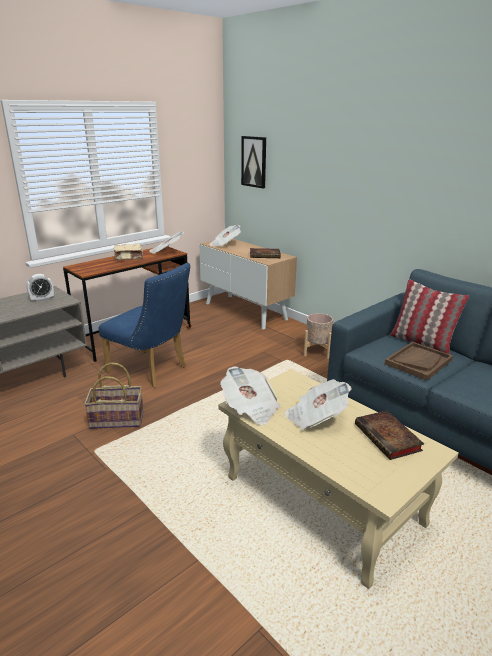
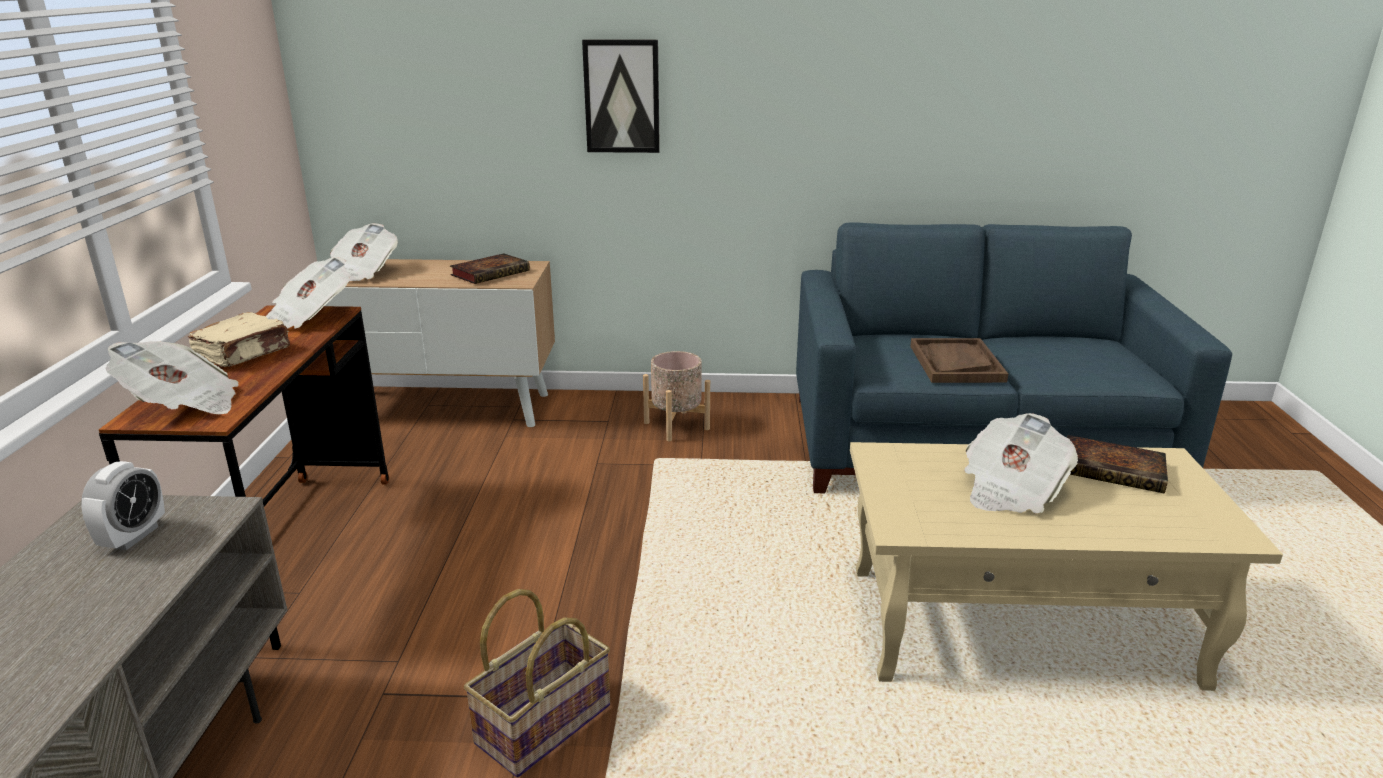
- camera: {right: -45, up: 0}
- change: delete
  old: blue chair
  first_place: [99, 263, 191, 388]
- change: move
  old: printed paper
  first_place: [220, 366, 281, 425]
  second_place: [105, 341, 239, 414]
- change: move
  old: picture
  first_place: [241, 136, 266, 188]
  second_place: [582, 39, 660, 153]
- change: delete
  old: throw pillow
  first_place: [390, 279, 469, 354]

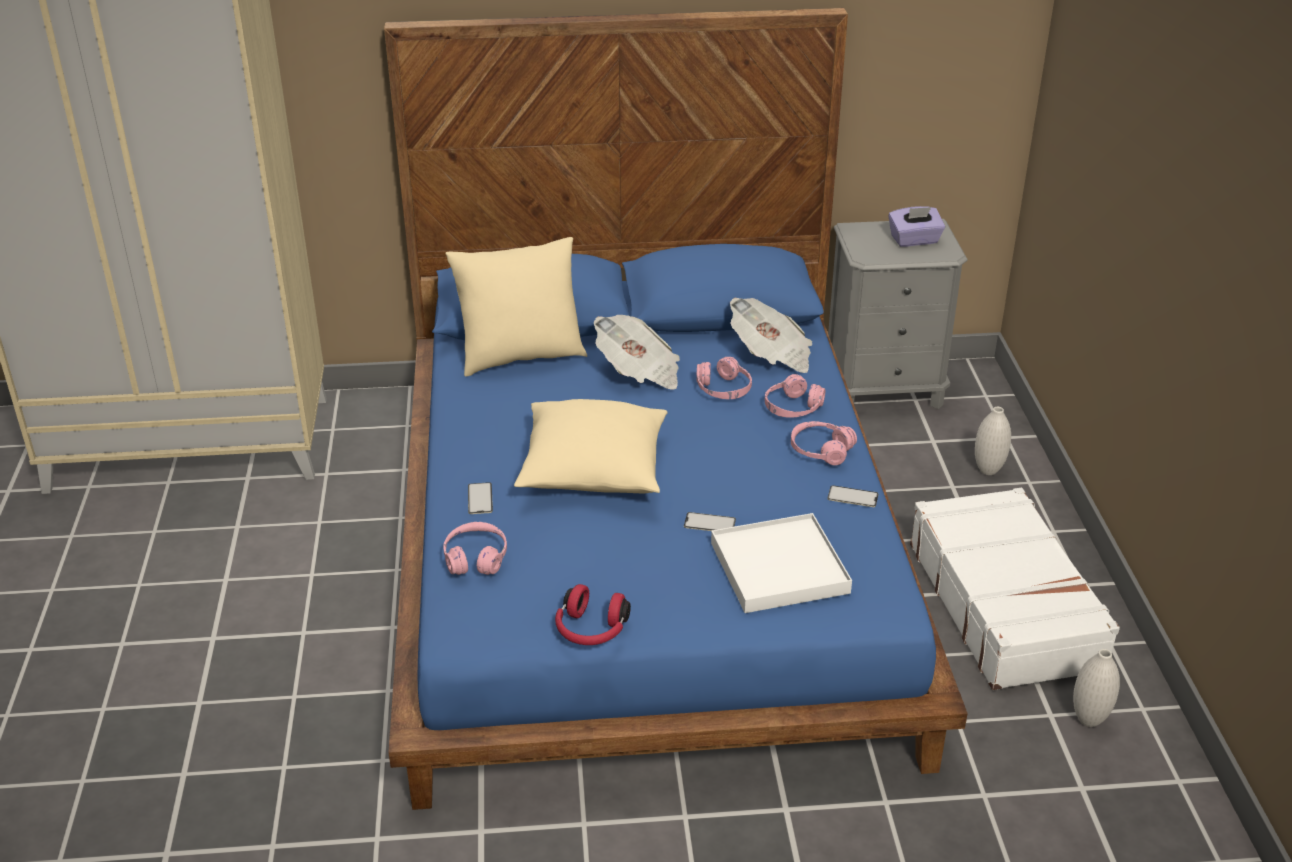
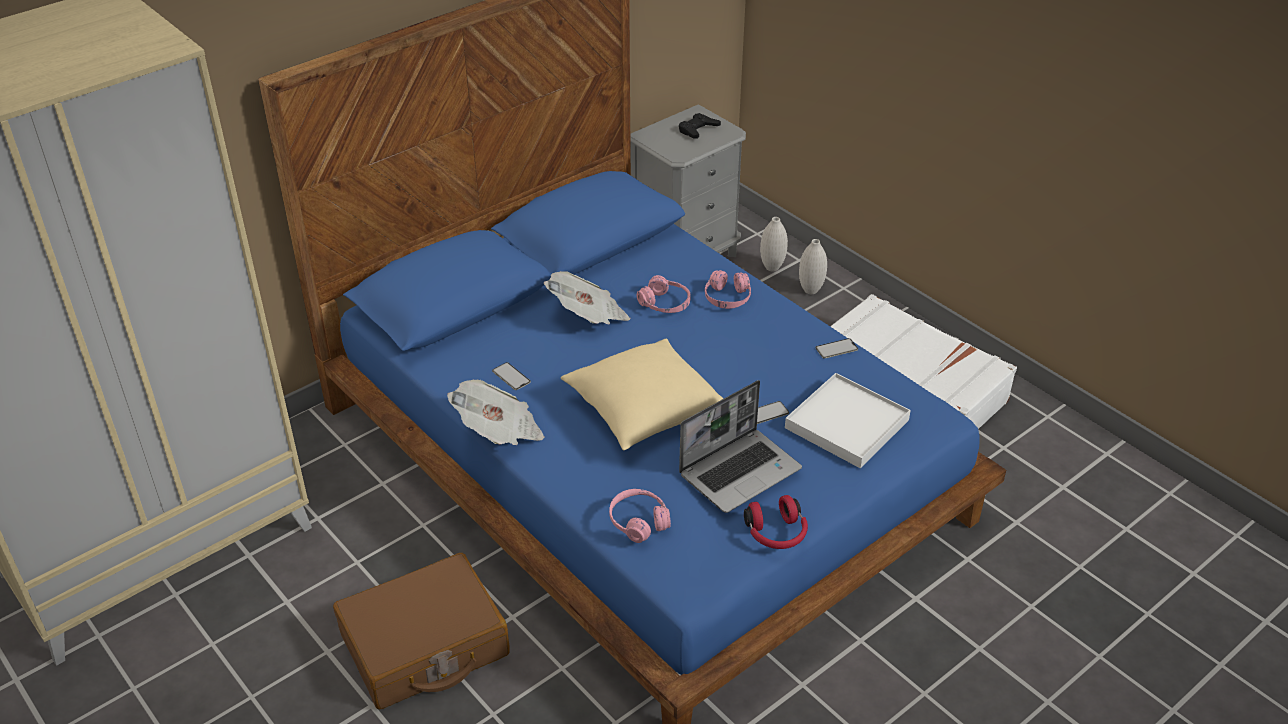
- camera: {right: -35, up: 5}
- change: delete
  old: beige-coloured throw pillow
  first_place: [445, 237, 587, 377]
- change: move
  old: phone
  first_place: [468, 482, 493, 514]
  second_place: [492, 362, 531, 390]
- change: move
  old: printed paper
  first_place: [730, 298, 812, 373]
  second_place: [447, 380, 545, 445]
- change: delete
  old: pinkish headset
  first_place: [791, 421, 857, 465]
- change: replace
  old: purple tissue holder
  new: black gamepad
  first_place: [889, 206, 945, 247]
  second_place: [679, 113, 721, 139]
- change: move
  old: white-coloured flower vase
  first_place: [1073, 649, 1120, 727]
  second_place: [760, 217, 788, 271]
- change: insert
  new: brownish piece of luggage
  second_place: [333, 553, 510, 709]
- change: insert
  new: portable computer
  second_place: [679, 380, 802, 513]

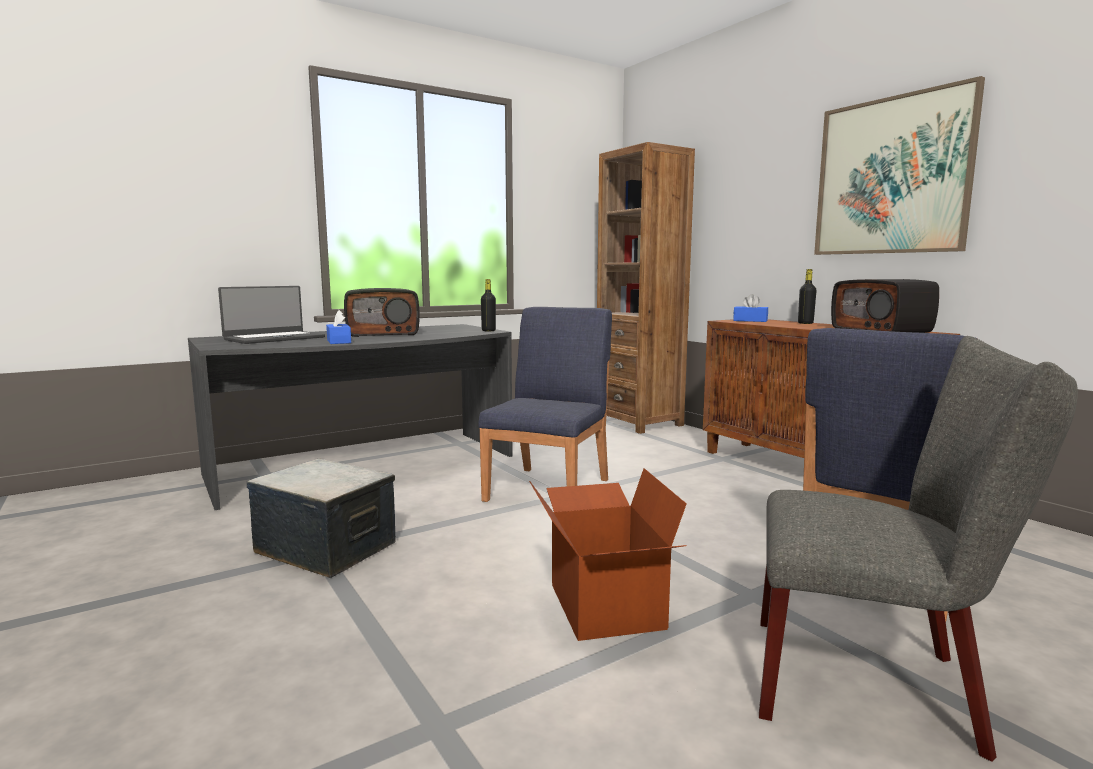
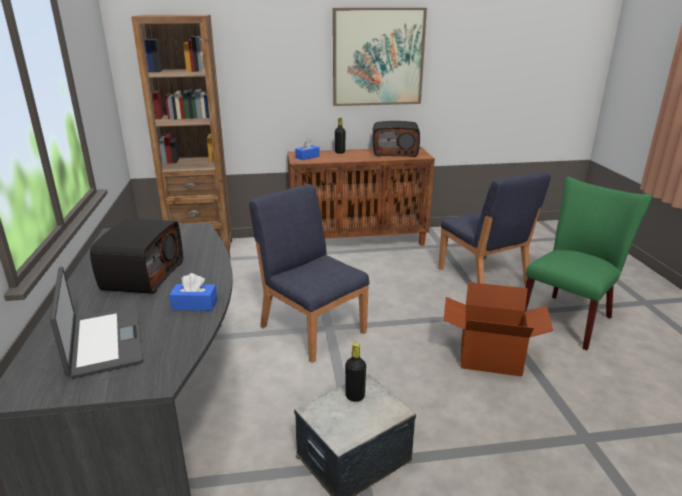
- camera: {right: -65, up: 15}
- change: move
  old: black drink bottle
  first_place: [481, 279, 496, 331]
  second_place: [345, 343, 366, 402]
- change: recolor
  old: greyish chair
  new: green chair
  first_place: [759, 336, 1078, 762]
  second_place: [525, 177, 652, 351]

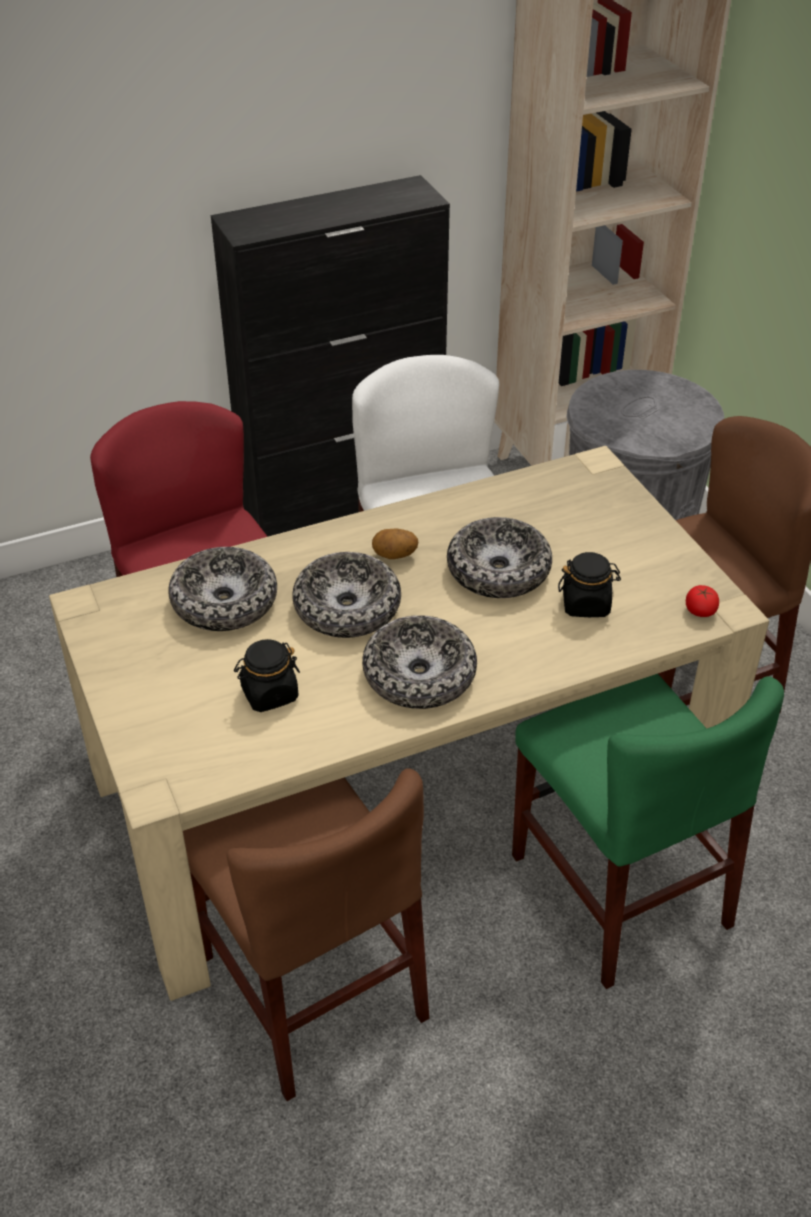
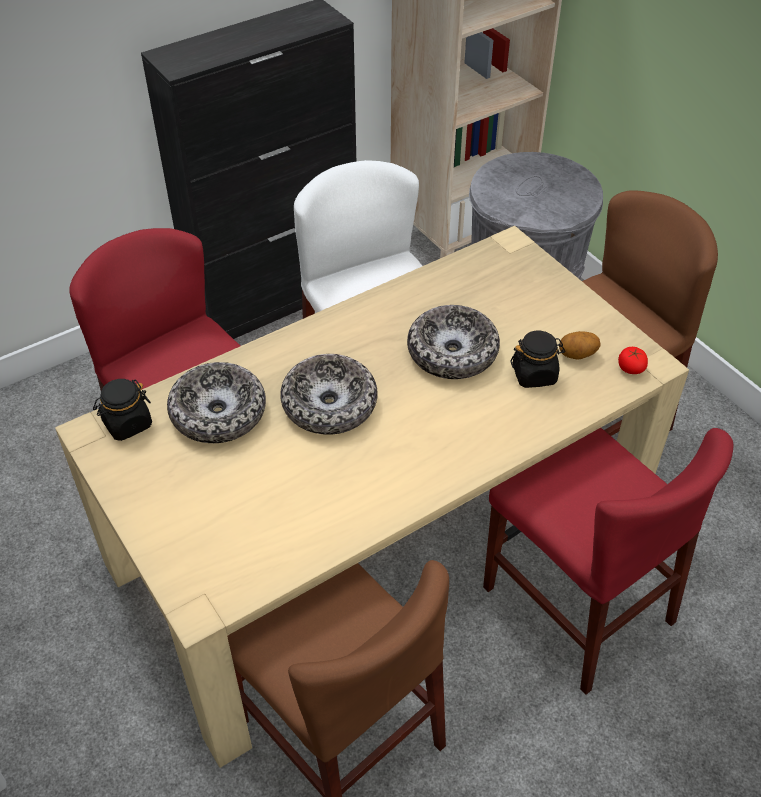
- camera: {right: -10, up: 5}
- change: move
  old: black storage jar
  first_place: [234, 639, 300, 712]
  second_place: [93, 379, 152, 441]
- change: delete
  old: serving bowl
  first_place: [362, 615, 477, 709]
- change: move
  old: spud
  first_place: [372, 529, 418, 559]
  second_place: [559, 331, 601, 360]
- change: recolor
  old: green chair
  new: red chair
  first_place: [512, 674, 784, 989]
  second_place: [483, 428, 734, 695]

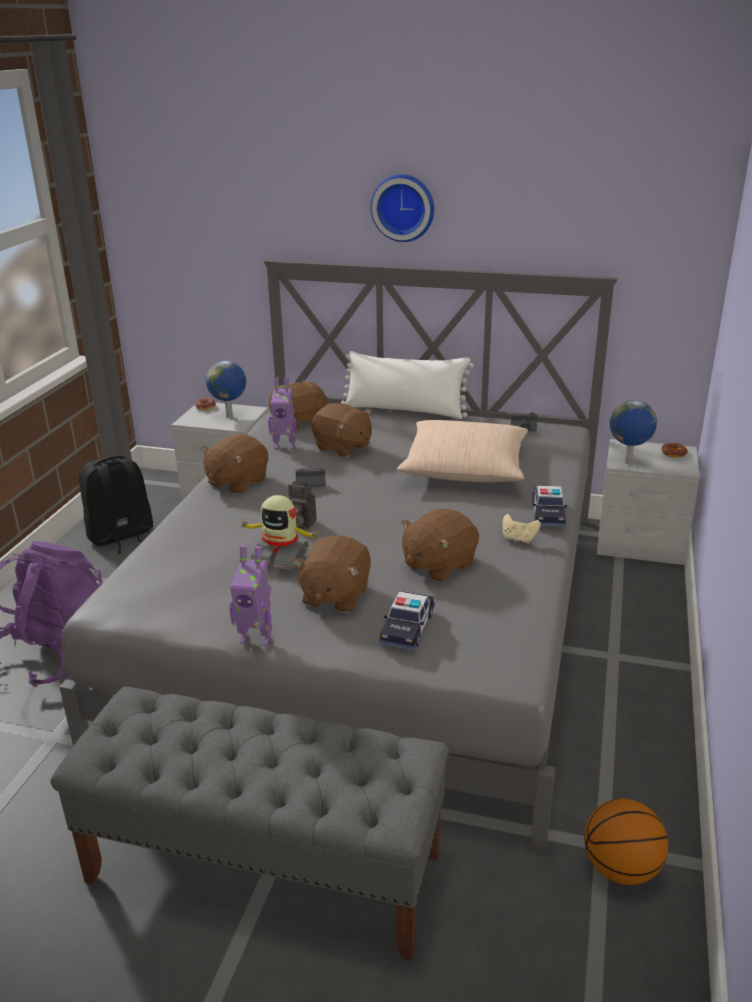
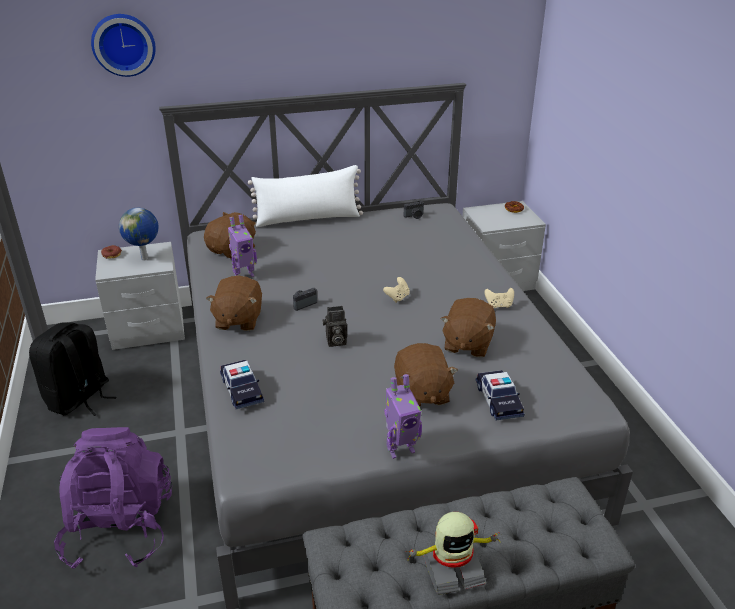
- camera: {right: -30, up: 5}
- change: move
  old: toy robot
  first_place: [238, 495, 322, 570]
  second_place: [405, 512, 500, 595]
- change: delete
  old: brownish plush toy
  first_place: [311, 403, 372, 457]
- change: move
  old: clock on the wall
  first_place: [371, 174, 434, 242]
  second_place: [91, 14, 156, 77]
- change: delete
  old: beige-coloured throw pillow
  first_place: [397, 420, 528, 482]
- change: move
  old: model car
  first_place: [532, 486, 567, 527]
  second_place: [220, 360, 264, 409]
- change: delete
  old: ball for basketball
  first_place: [584, 798, 668, 885]
- change: delete
  old: world globe
  first_place: [610, 400, 657, 464]
- change: insert
  new: beige-coloured gamepad
  second_place: [383, 277, 410, 303]

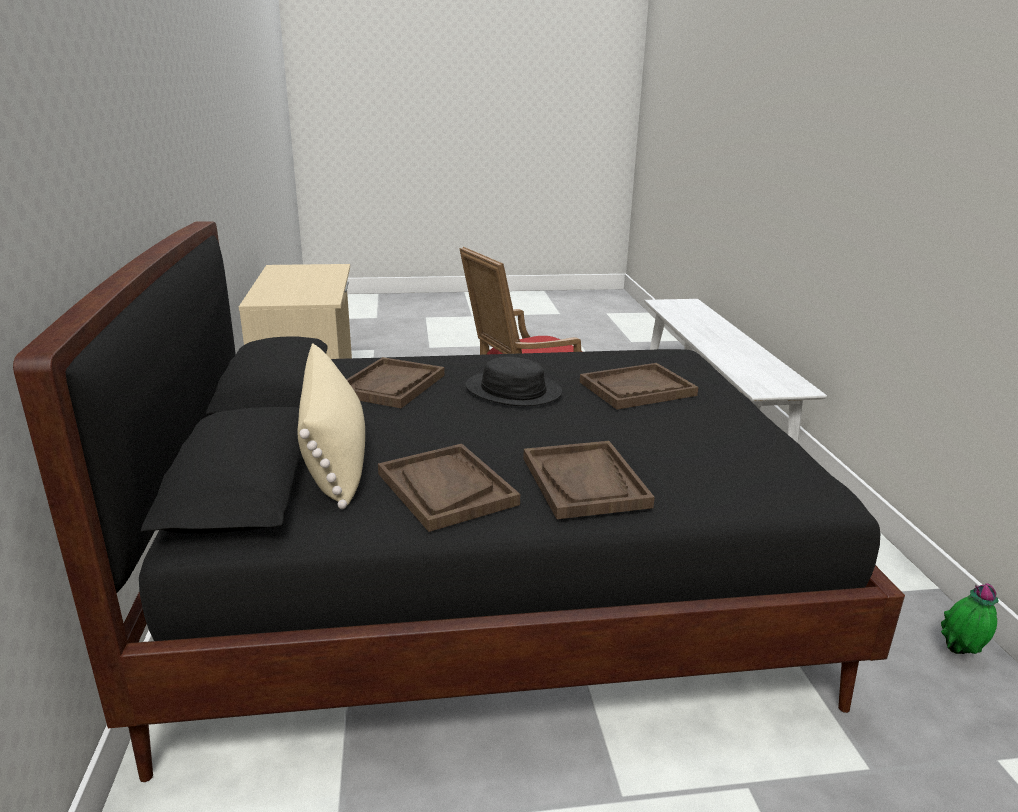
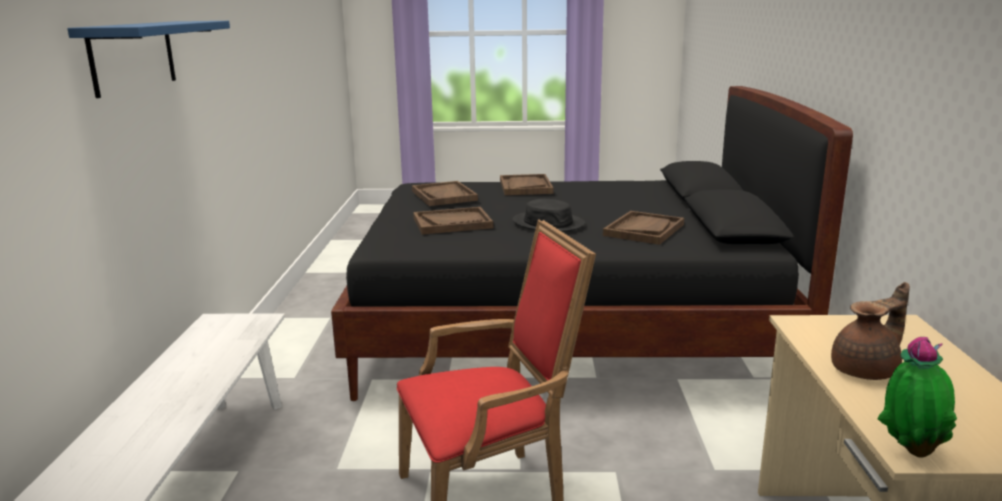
- camera: {right: -170, up: -5}
- change: delete
  old: beige-coloured throw pillow
  first_place: [297, 343, 365, 509]
- change: move
  old: brownish carrying tray
  first_place: [378, 444, 520, 532]
  second_place: [412, 181, 478, 206]
- change: move
  old: plant in a pot
  first_place: [941, 583, 999, 654]
  second_place: [877, 337, 957, 457]
- change: insert
  new: blue shelf
  second_place: [67, 21, 230, 98]
- change: insert
  new: brownish pot for tea
  second_place: [831, 282, 910, 380]

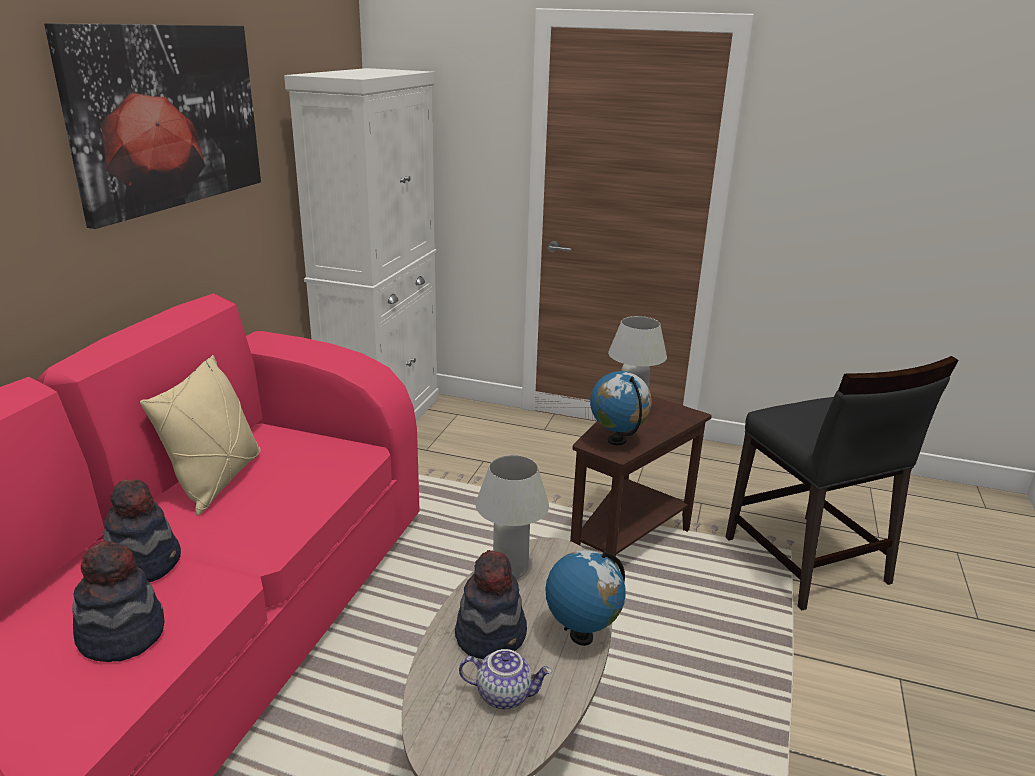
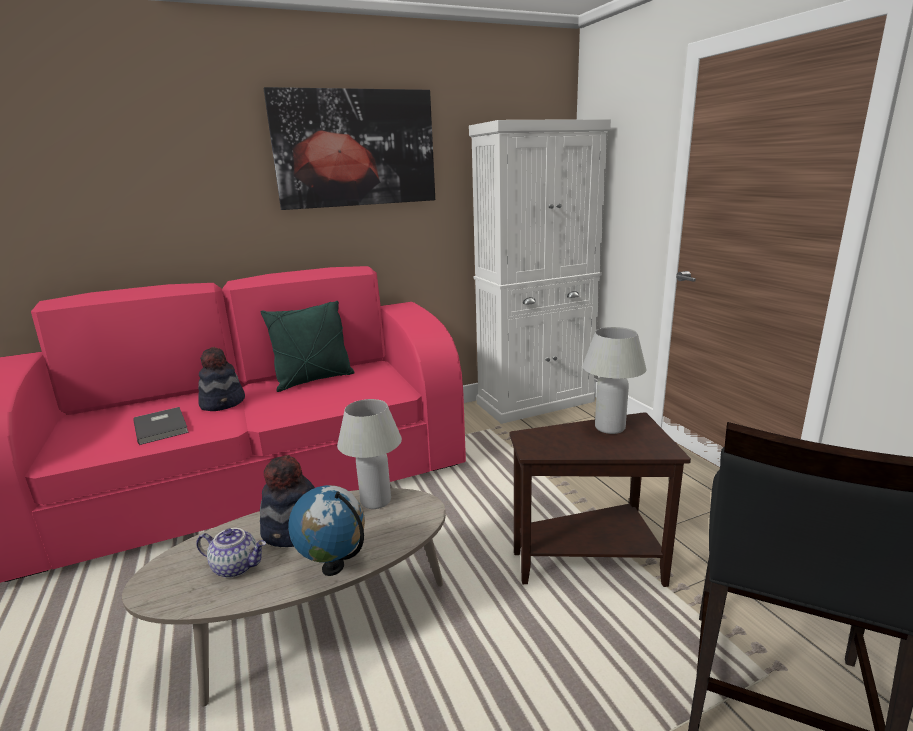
- camera: {right: 50, up: -5}
- change: replace
  old: wearable hat
  new: greyish bound book
  first_place: [72, 541, 164, 662]
  second_place: [133, 407, 189, 445]
- change: recolor
  old: beige-coloured throw pillow
  new: green throw pillow
  first_place: [140, 355, 261, 516]
  second_place: [261, 301, 355, 392]
- change: rotate
  old: pot for tea
  first_place: [459, 649, 552, 709]
  second_place: [196, 528, 266, 578]
  degrees: -45
- change: delete
  old: world globe
  first_place: [590, 371, 652, 445]

